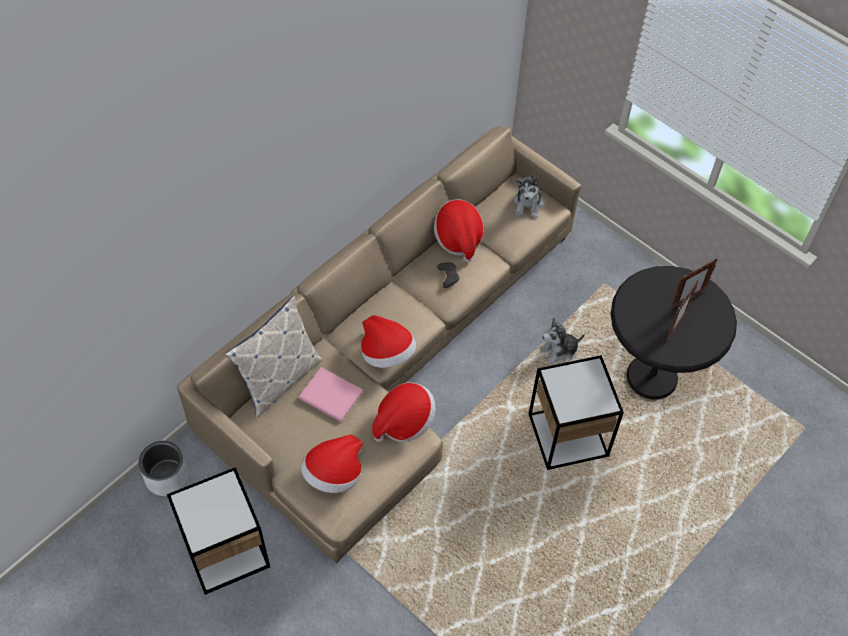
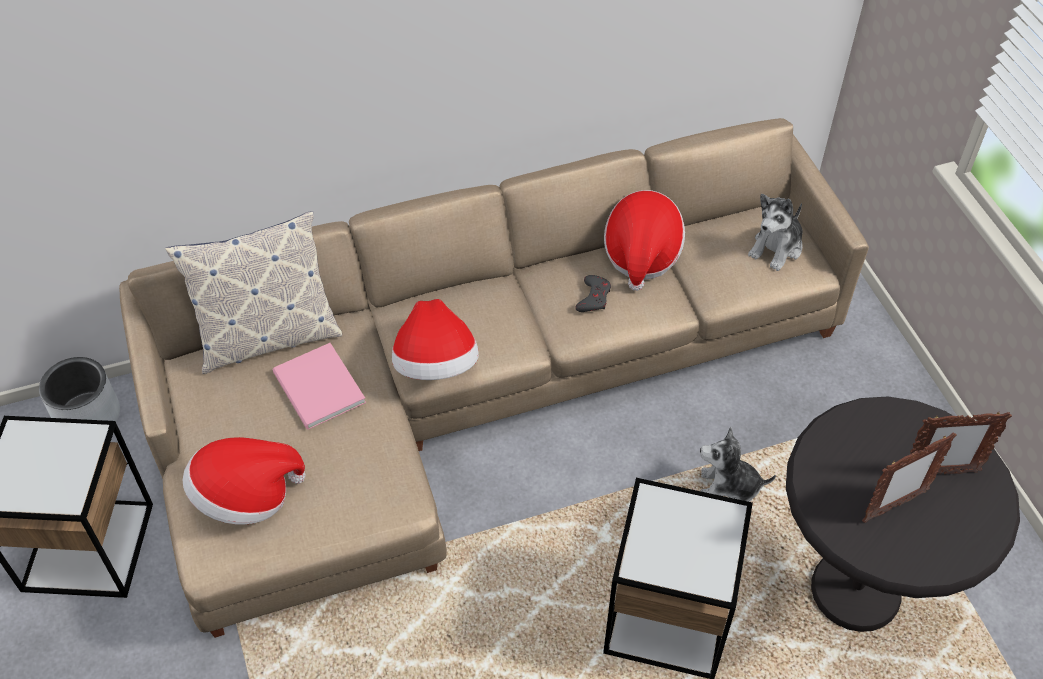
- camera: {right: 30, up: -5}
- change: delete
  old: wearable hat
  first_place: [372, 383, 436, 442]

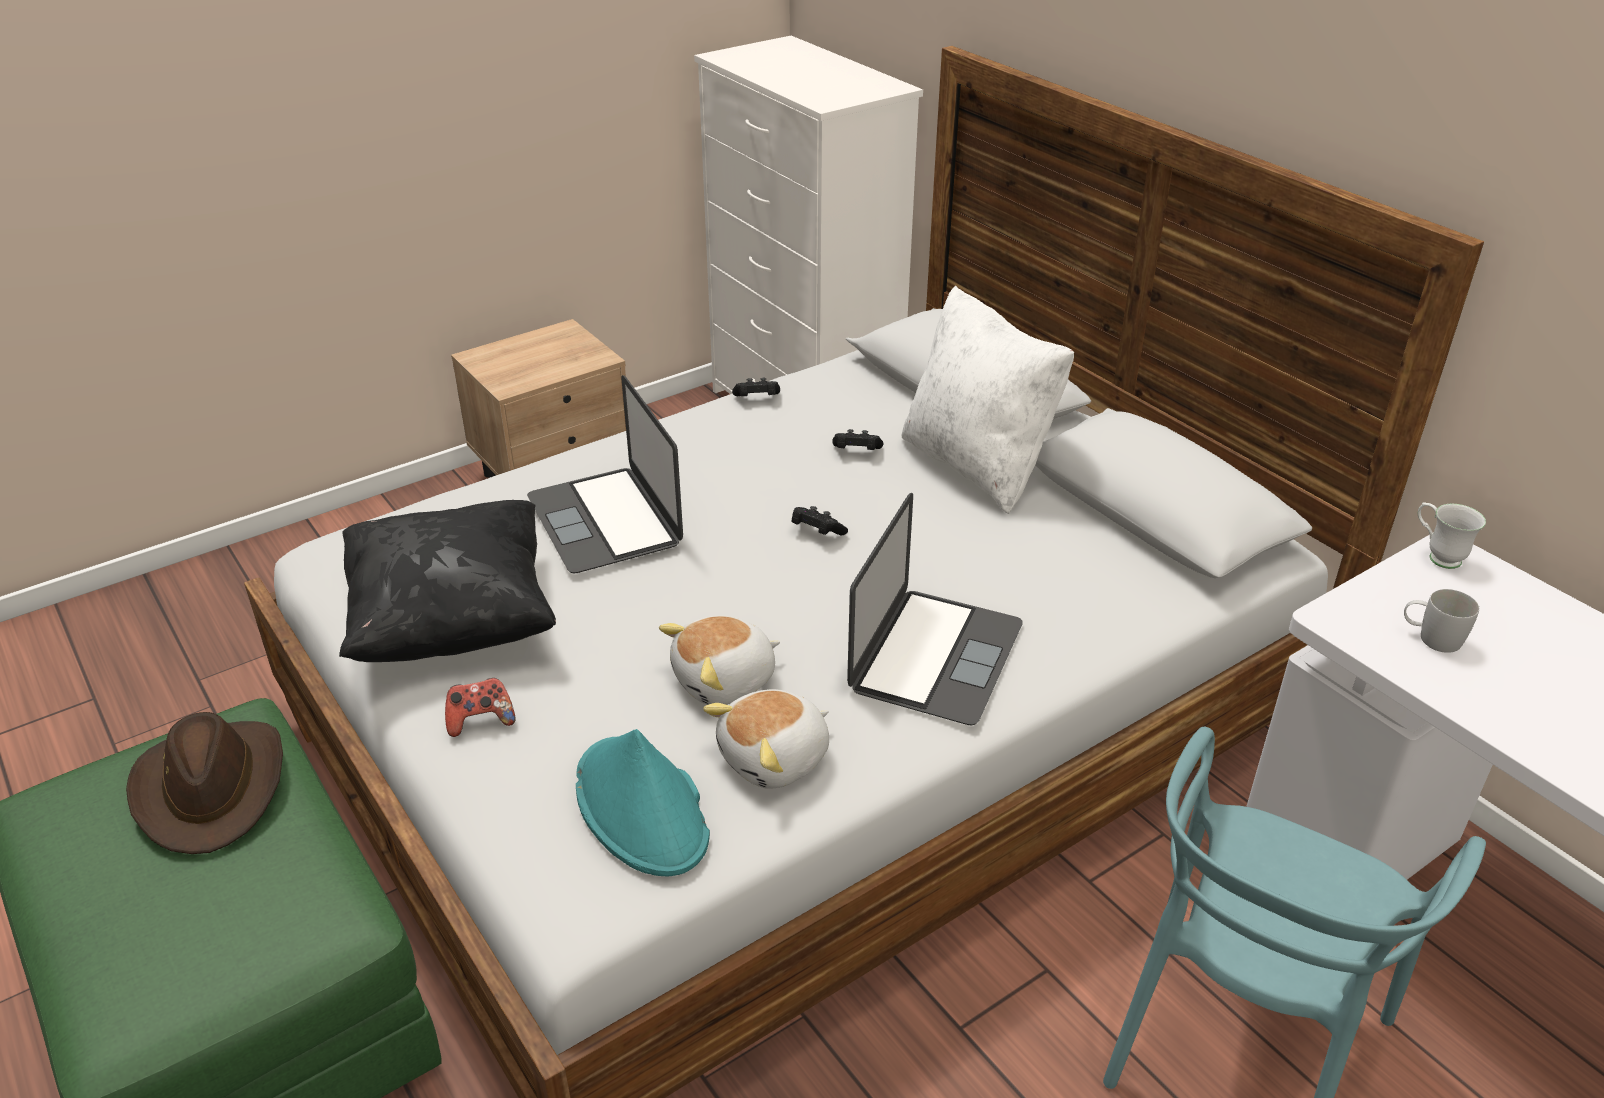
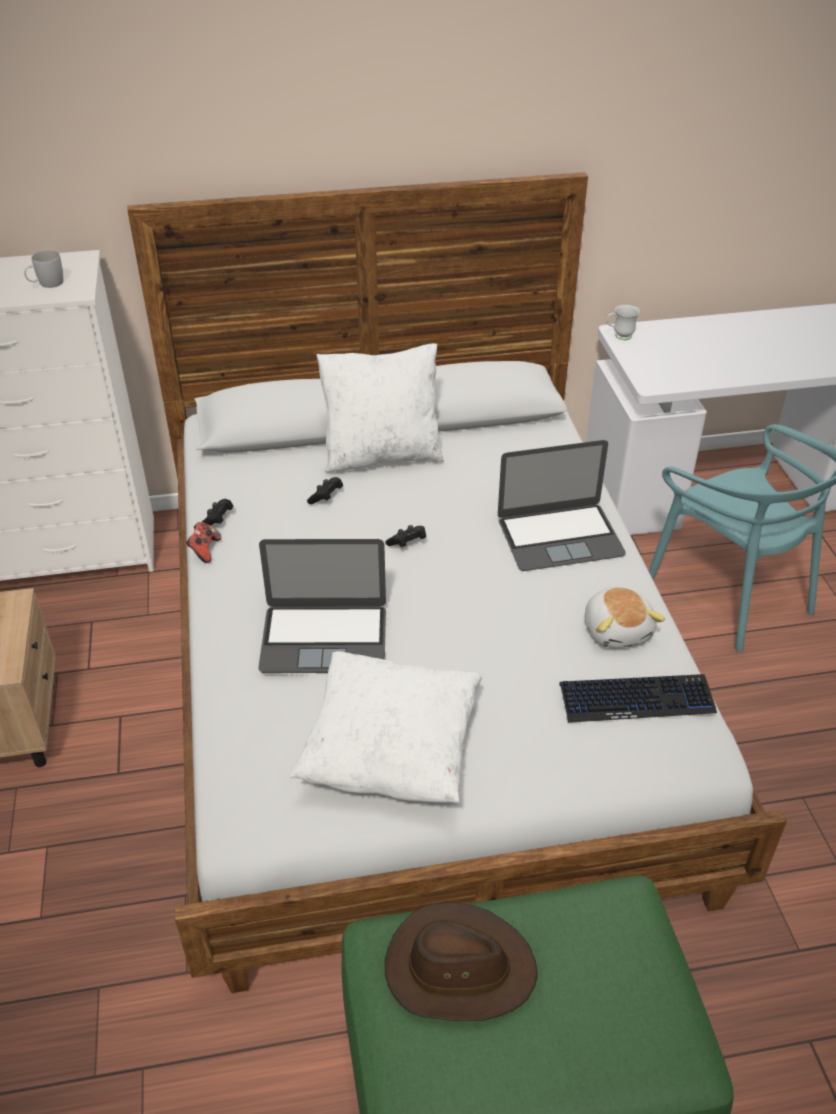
- camera: {right: -65, up: 5}
- change: recolor
  old: black throw pillow
  new: white-coloured throw pillow
  first_place: [339, 500, 556, 662]
  second_place: [289, 651, 482, 803]
- change: move
  old: gamepad
  first_place: [445, 678, 516, 737]
  second_place: [186, 522, 221, 563]
- change: replace
  old: turquoise wearable hat
  new: PC keyboard
  first_place: [576, 729, 710, 876]
  second_place: [559, 674, 717, 723]
- change: delete
  old: plush toy
  first_place: [659, 616, 780, 705]
- change: rotate
  old: portable computer
  first_place: [847, 493, 1023, 725]
  second_place: [498, 440, 626, 571]
  degrees: 120
- change: move
  old: white-coloured mug
  first_place: [1404, 589, 1479, 653]
  second_place: [24, 250, 64, 288]

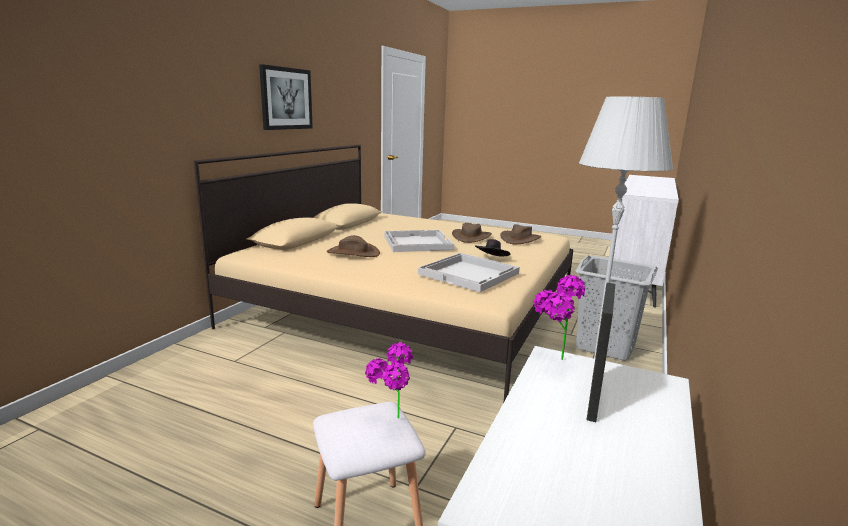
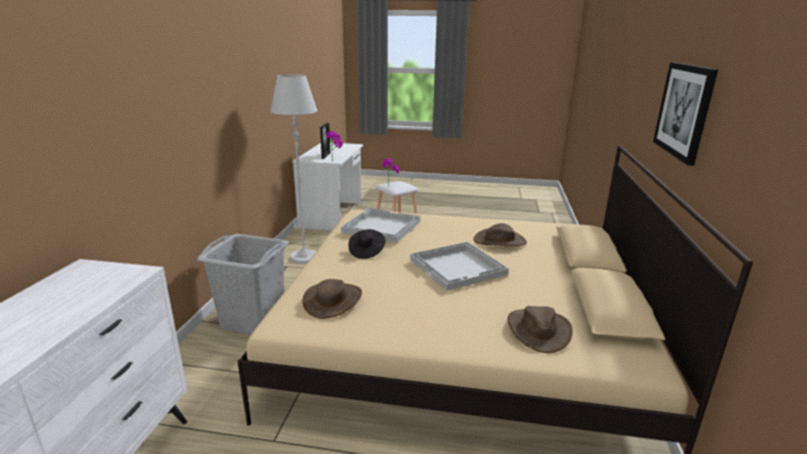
- camera: {right: 165, up: 5}
- change: move
  old: brownish wearable hat
  first_place: [452, 223, 492, 243]
  second_place: [508, 306, 573, 353]

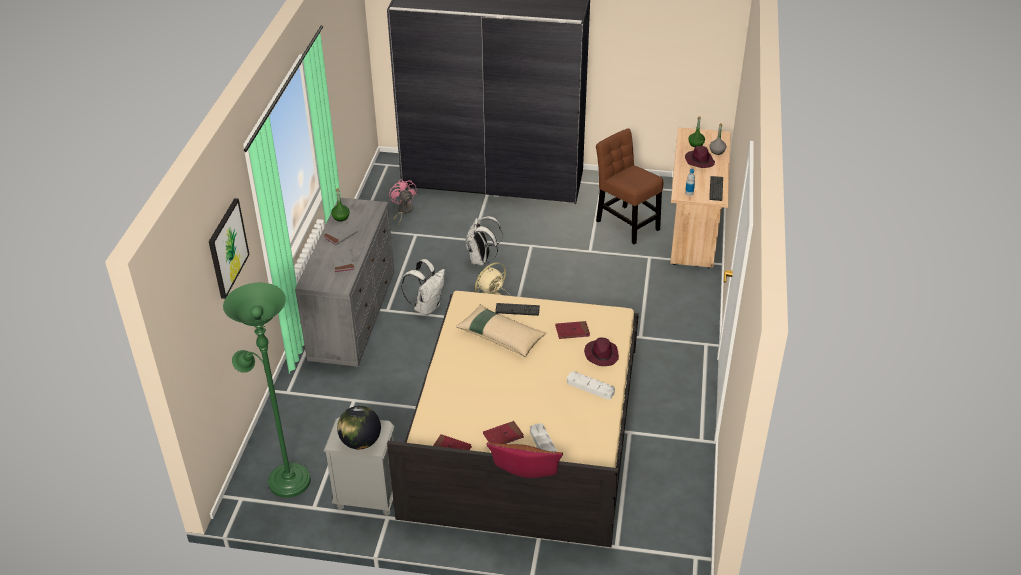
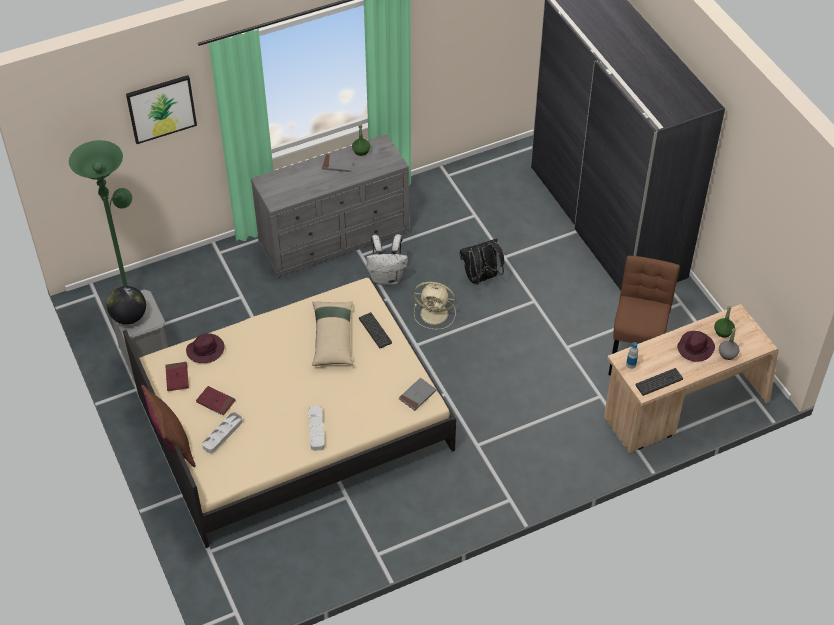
- camera: {right: 55, up: 10}
- change: move
  old: greyish bound book
  first_place: [331, 249, 355, 273]
  second_place: [399, 378, 436, 411]
- change: delete
  old: pinkish cooling fan
  first_place: [389, 179, 417, 226]
- change: recolor
  old: white-coloured knapsack
  new: black knapsack
  first_place: [466, 216, 503, 265]
  second_place: [459, 238, 504, 285]
- change: delete
  old: red bound book
  first_place: [555, 321, 590, 339]
- change: move
  old: purple wearable hat
  first_place: [584, 338, 619, 366]
  second_place: [186, 333, 224, 363]

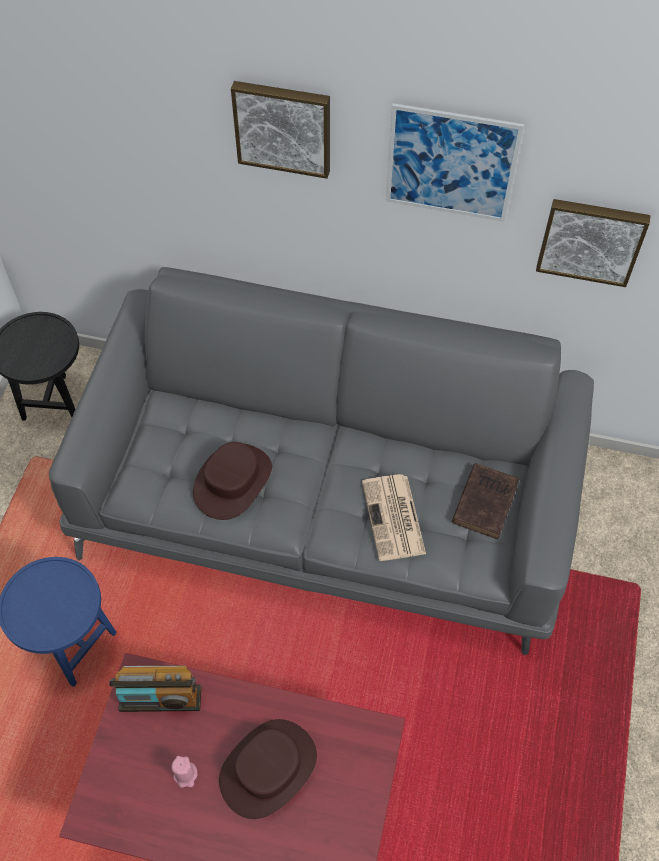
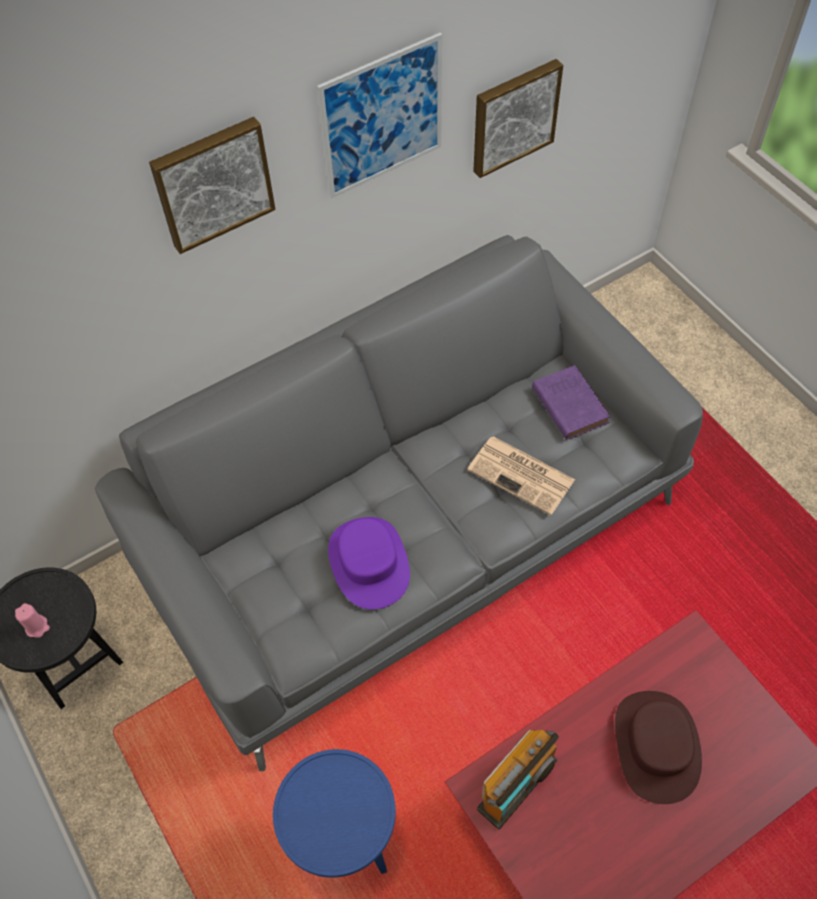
- camera: {right: -45, up: 0}
- change: move
  old: pinkish wax light
  first_place: [172, 756, 197, 788]
  second_place: [15, 603, 50, 638]
- change: recolor
  old: brownish wearable hat
  new: purple wearable hat
  first_place: [193, 442, 272, 520]
  second_place: [328, 517, 410, 610]
- change: recolor
  old: brownish bound book
  new: purple bound book
  first_place: [452, 463, 520, 539]
  second_place: [532, 365, 611, 440]

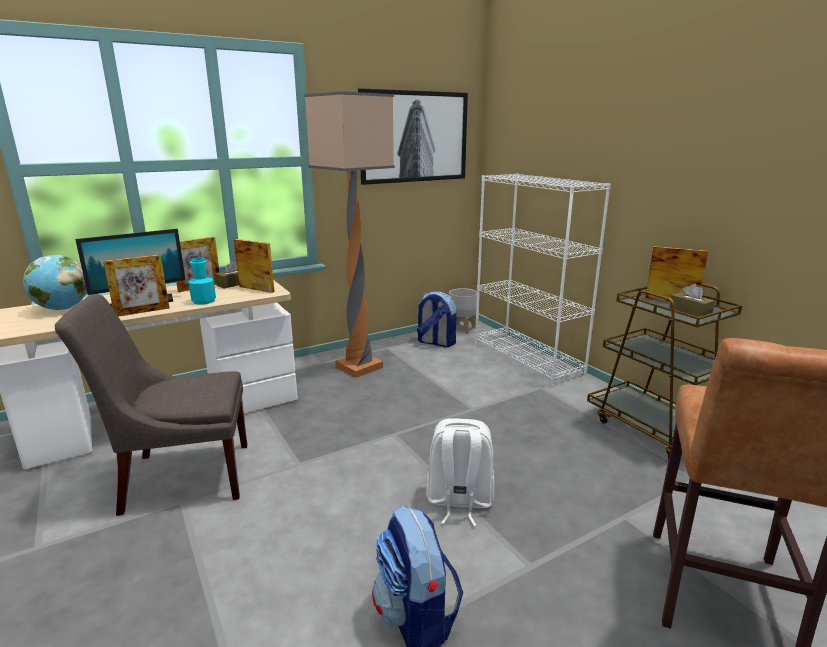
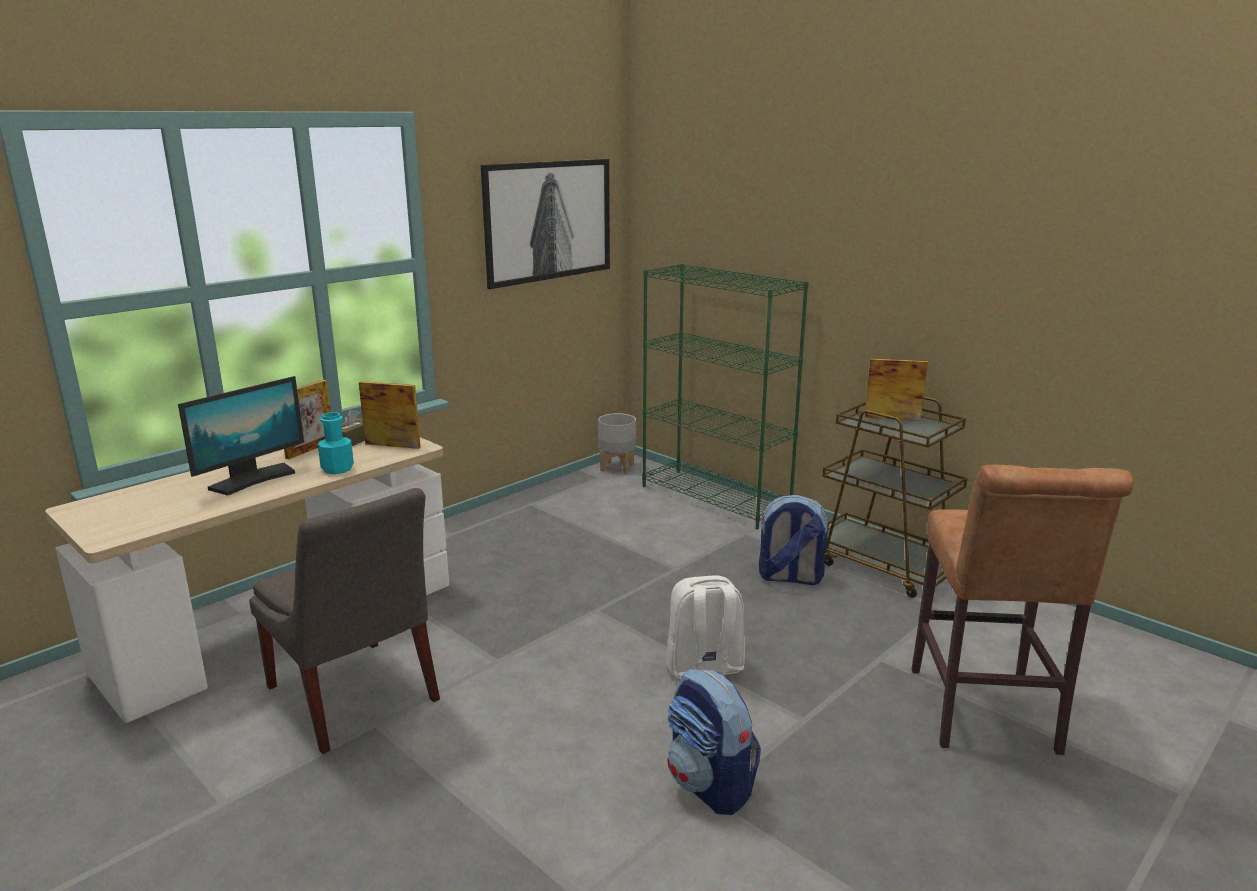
- camera: {right: -15, up: 0}
- change: delete
  old: world globe
  first_place: [23, 255, 87, 310]
- change: rotate
  old: greyish chair
  first_place: [55, 294, 247, 516]
  second_place: [249, 488, 440, 754]
  degrees: -105
- change: delete
  old: picture frame
  first_place: [103, 254, 170, 317]
- change: delete
  old: standard lamp
  first_place: [304, 91, 395, 378]
- change: move
  old: knapsack
  first_place: [417, 291, 457, 347]
  second_place: [759, 495, 828, 585]
- change: recolor
  old: white-coloured shelving unit
  new: green shelving unit
  first_place: [475, 173, 611, 386]
  second_place: [642, 264, 809, 529]
- change: delete
  old: brownish tissue holder
  first_place: [669, 284, 715, 317]

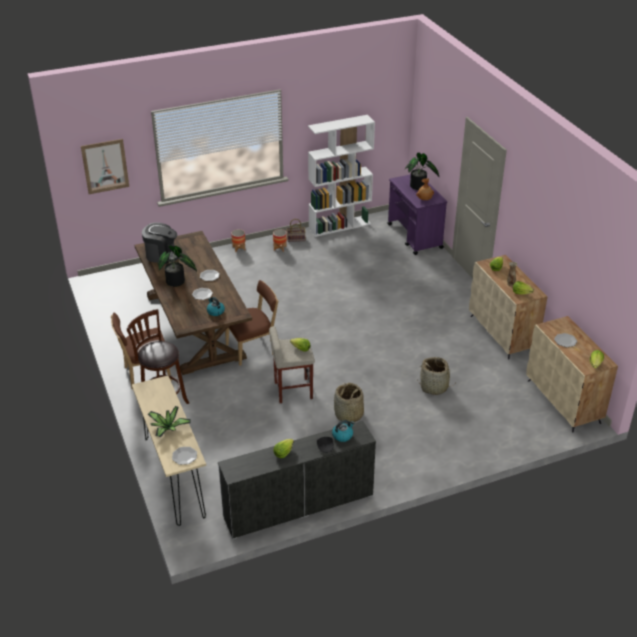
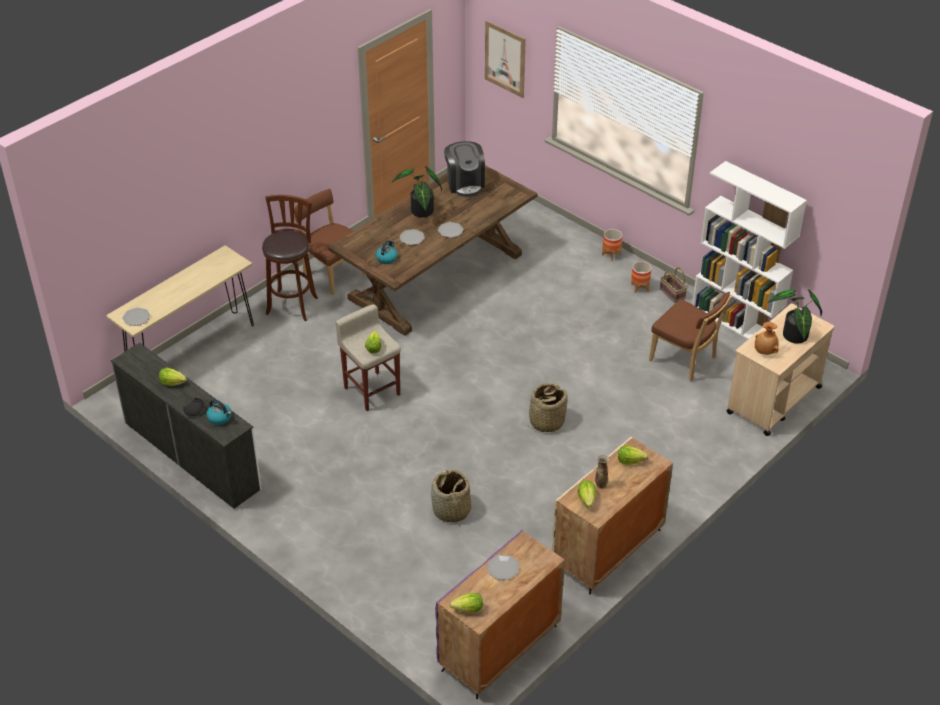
- camera: {right: 65, up: 5}
- change: delete
  old: plant in a pot
  first_place: [148, 406, 191, 438]
- change: move
  old: brownish chair
  first_place: [225, 280, 278, 366]
  second_place: [649, 292, 732, 381]
- change: move
  old: household basket
  first_place: [334, 383, 364, 423]
  second_place: [529, 383, 567, 432]
- change: recolor
  old: purple cart
  new: beige-coloured cart
  first_place: [387, 174, 447, 255]
  second_place: [726, 303, 835, 436]
- change: recolor
  old: beige-coloured cabinet
  new: purple cabinet
  first_place: [526, 316, 618, 432]
  second_place: [435, 530, 565, 699]

